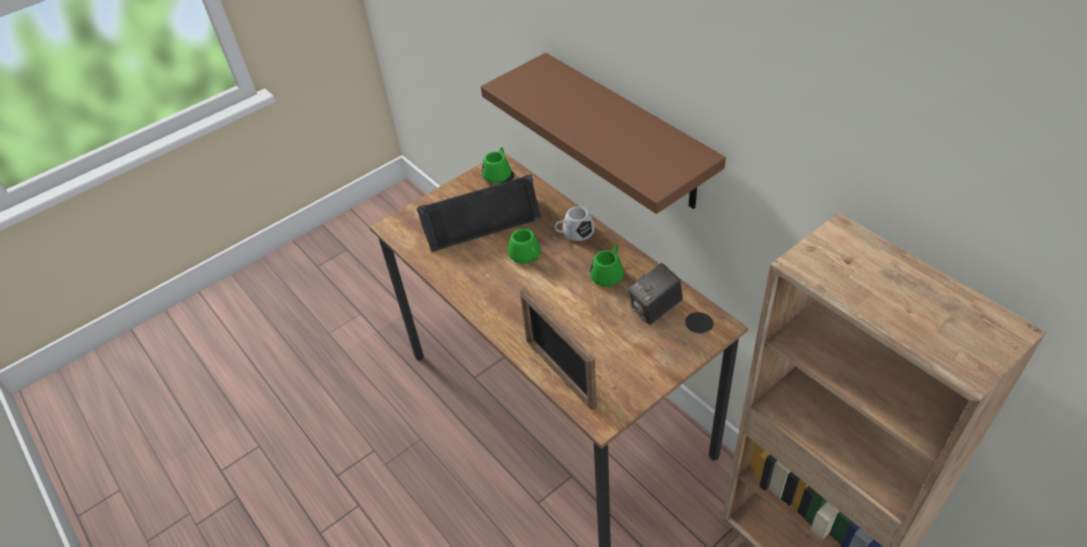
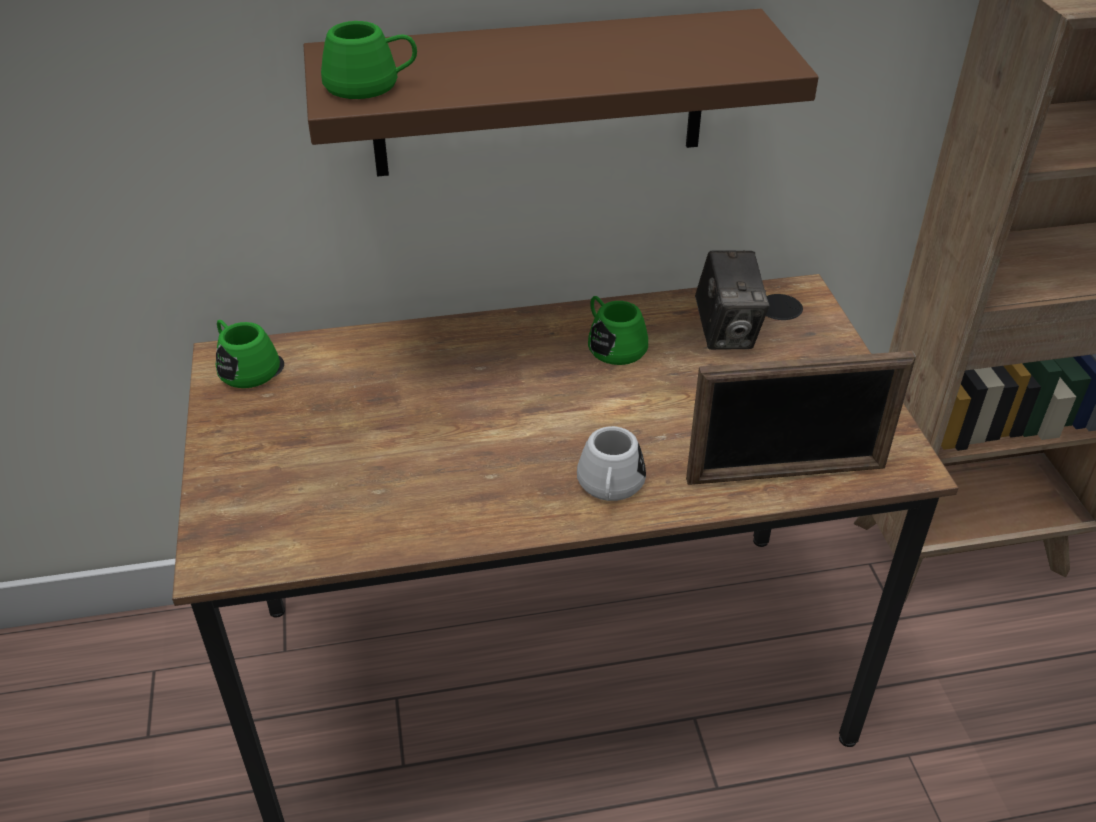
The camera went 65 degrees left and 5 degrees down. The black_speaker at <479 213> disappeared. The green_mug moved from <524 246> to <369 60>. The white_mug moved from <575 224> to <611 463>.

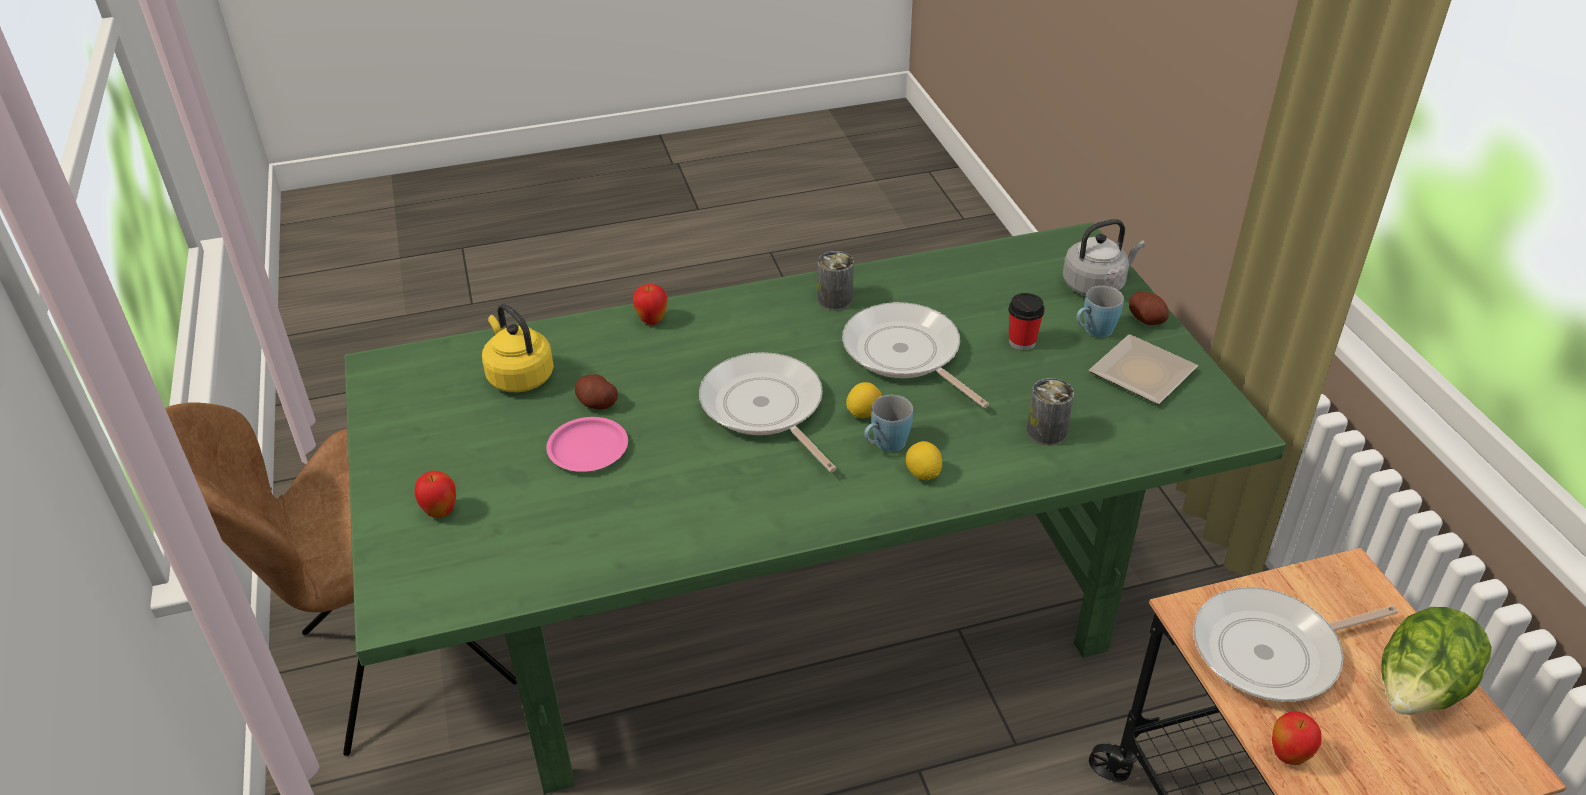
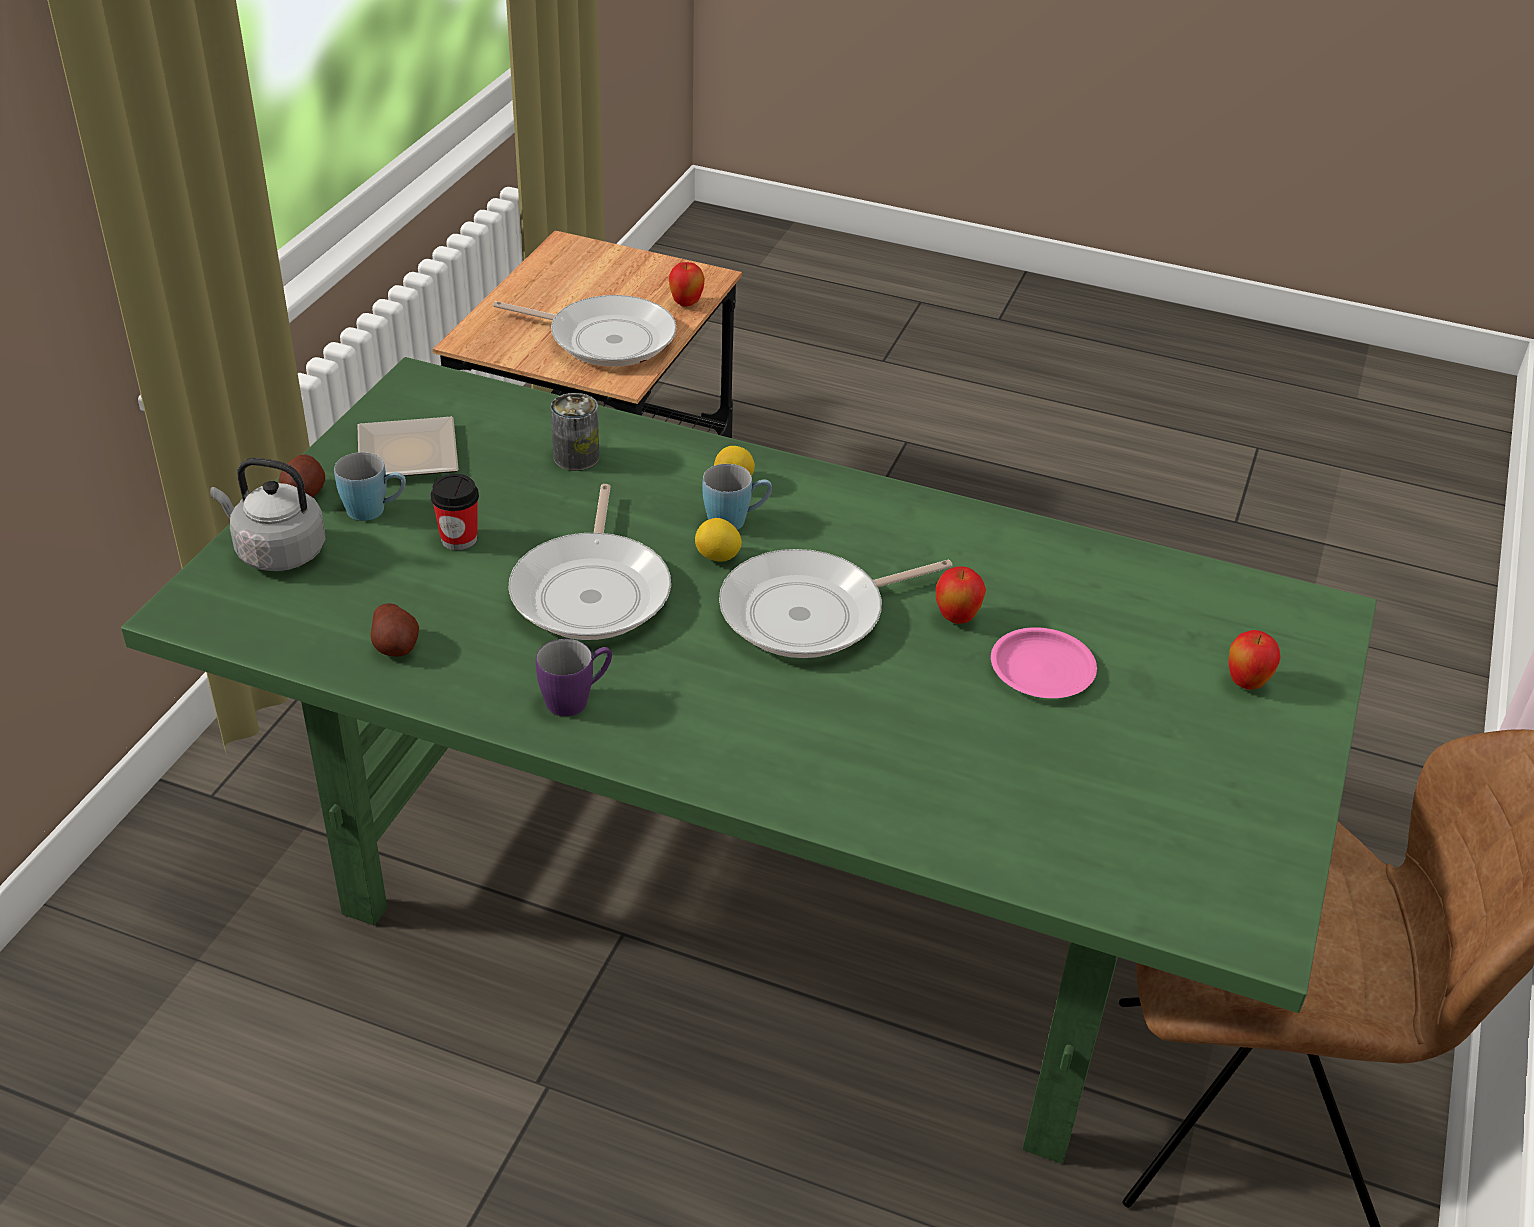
The camera went 145 degrees left and 0 degrees up. The yellow_kettle at <518 348> disappeared. The potato moved from <596 392> to <394 629>. The apple moved from <650 304> to <961 595>. The frying_pan at <768 412> turned 60 degrees clockwise. The can at <836 281> was replaced by the purple_mug at <574 677>. The lettuce at <1436 661> disappeared.

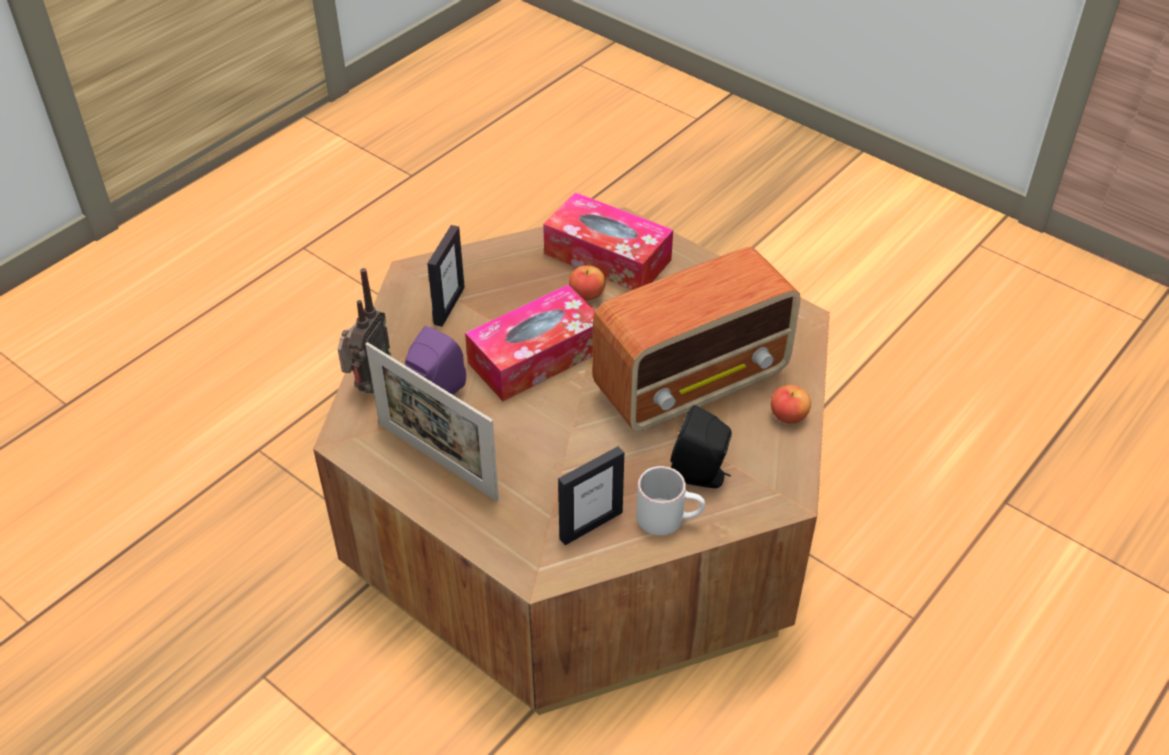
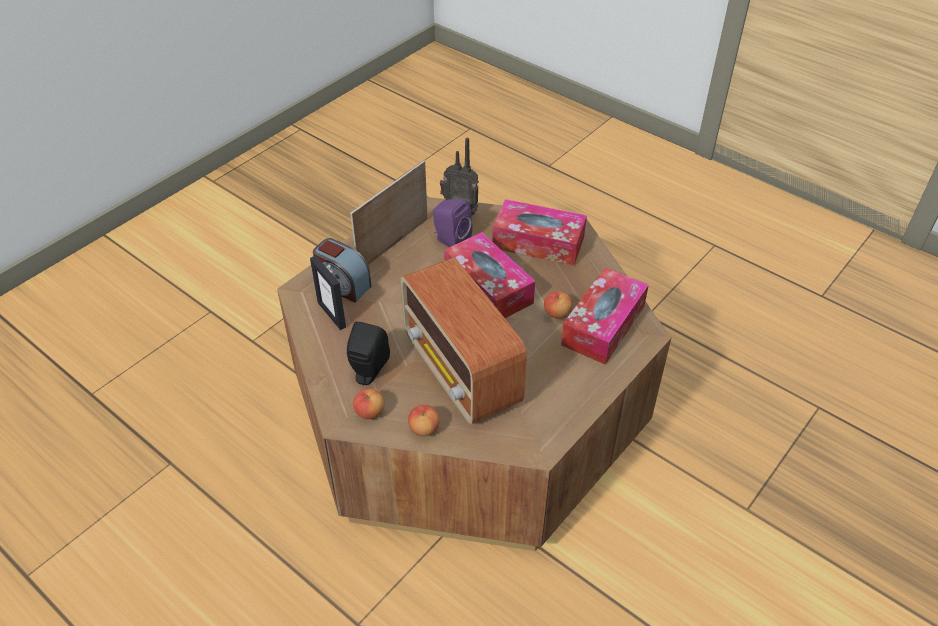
The camera went 90 degrees right and 0 degrees up. The picture_frame at <446 276> was replaced by the tissue_box at <539 232>. The white_mug at <670 501> disappeared. The alarm_clock at <342 270> appeared. The apple at <369 404> appeared.

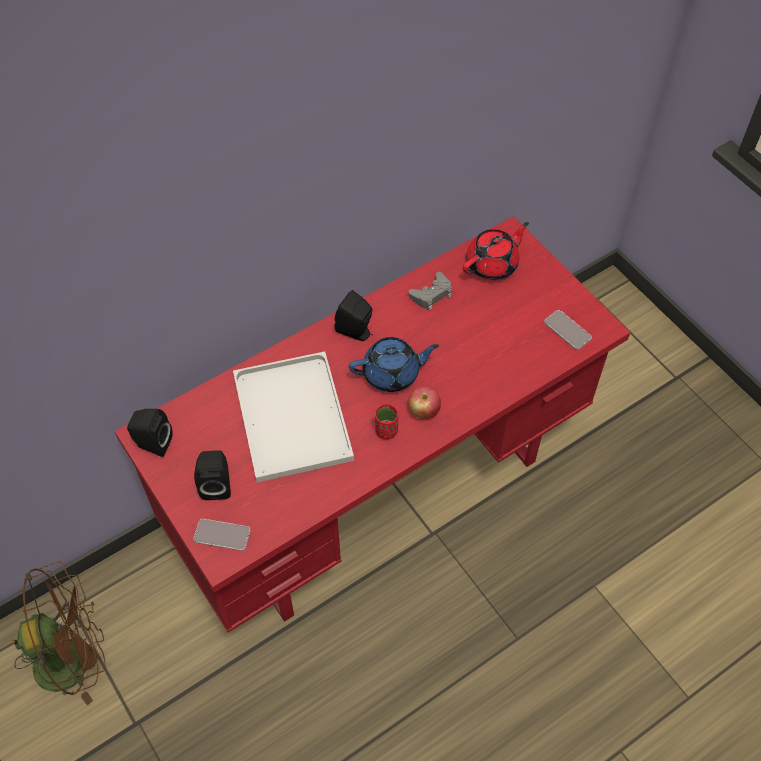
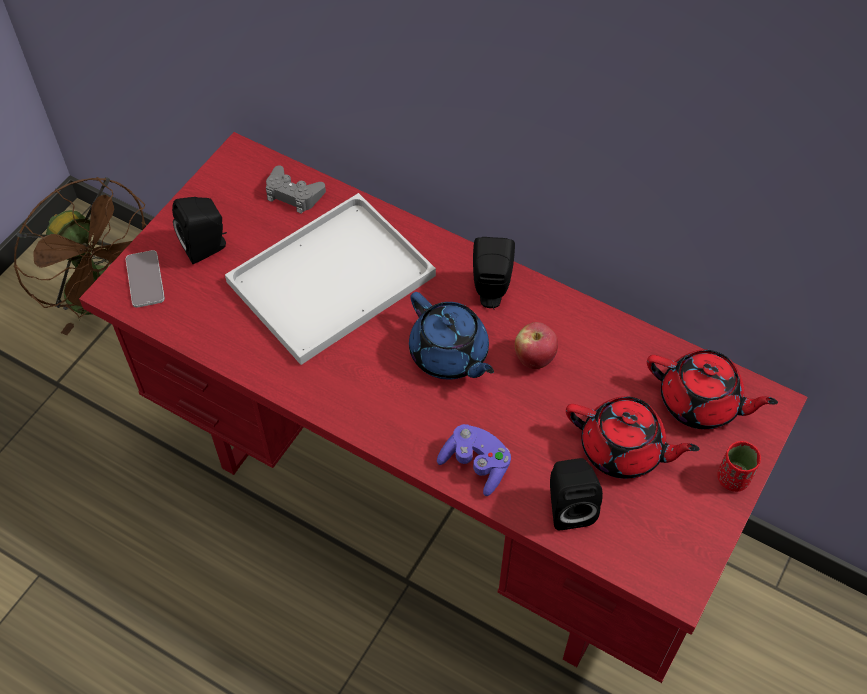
The camera went 65 degrees right and 0 degrees up. The black_speaker moved from <150 433> to <576 494>. The red_cup moved from <387 422> to <739 466>. The grey_game_controller moved from <430 291> to <296 190>. The apple moved from <425 402> to <536 345>. The phone at <568 330> disappeared. The purple_game_controller at <474 460> appeared. The red_teapot at <633 437> appeared.

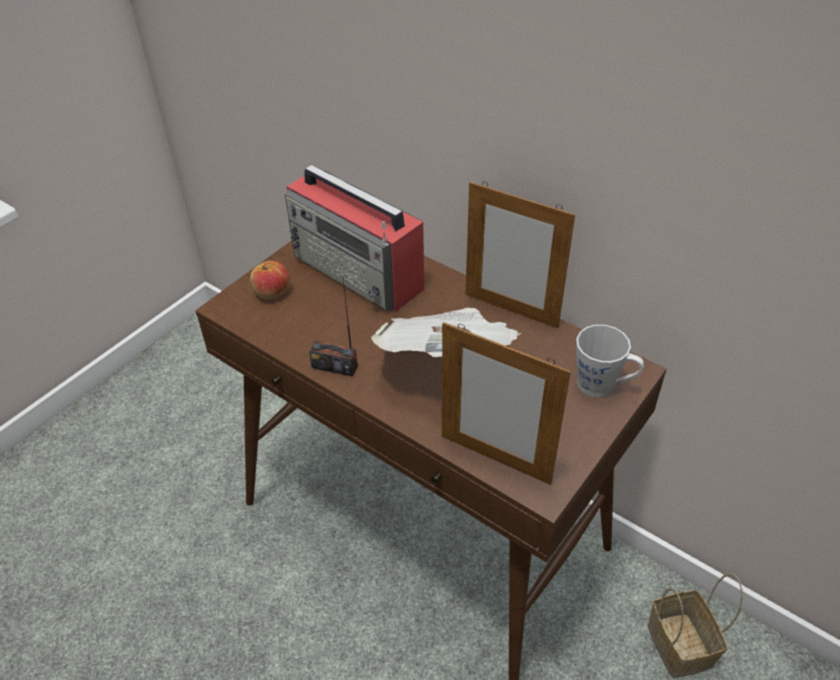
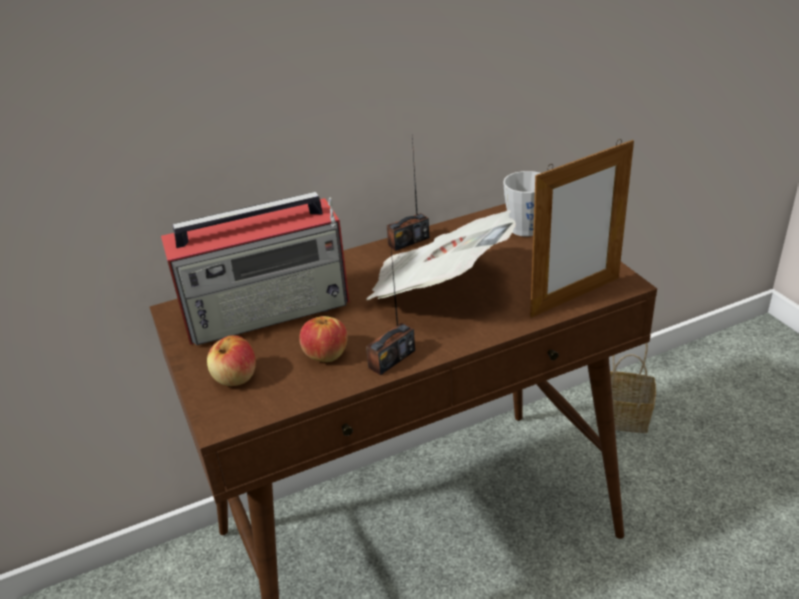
The camera went 60 degrees left and 10 degrees down. The picture_frame at <520 255> was replaced by the radio at <408 193>. The apple at <323 339> appeared.

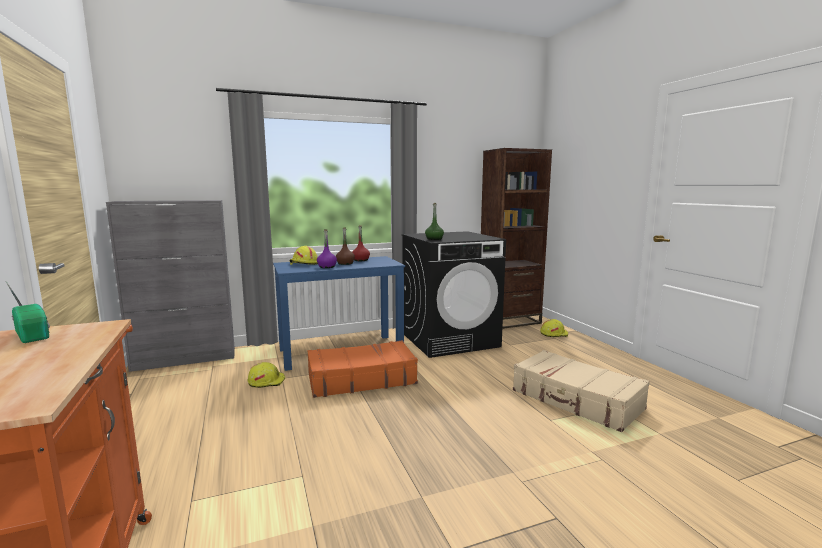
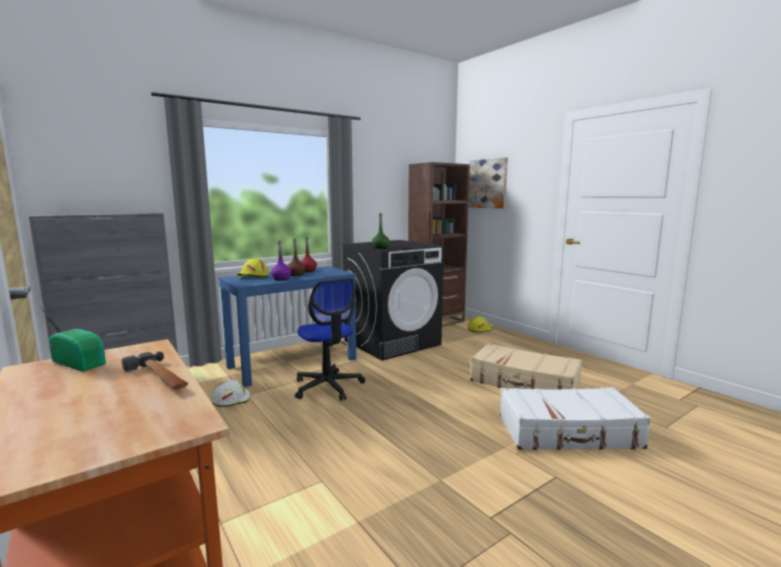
The camera went 15 degrees left and 0 degrees up. The yellow_hard_hat at <266 375> became the white_hard_hat at <231 393>. The orange_suitcase at <363 369> was replaced by the office_chair at <330 339>. The hammer at <155 370> appeared. The picture at <488 182> appeared. The white_suitcase at <575 418> appeared.

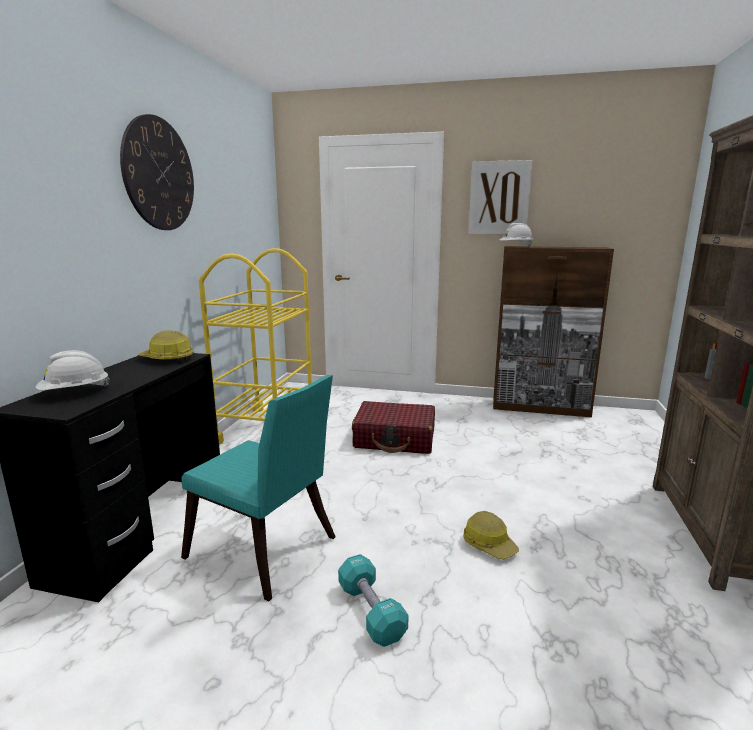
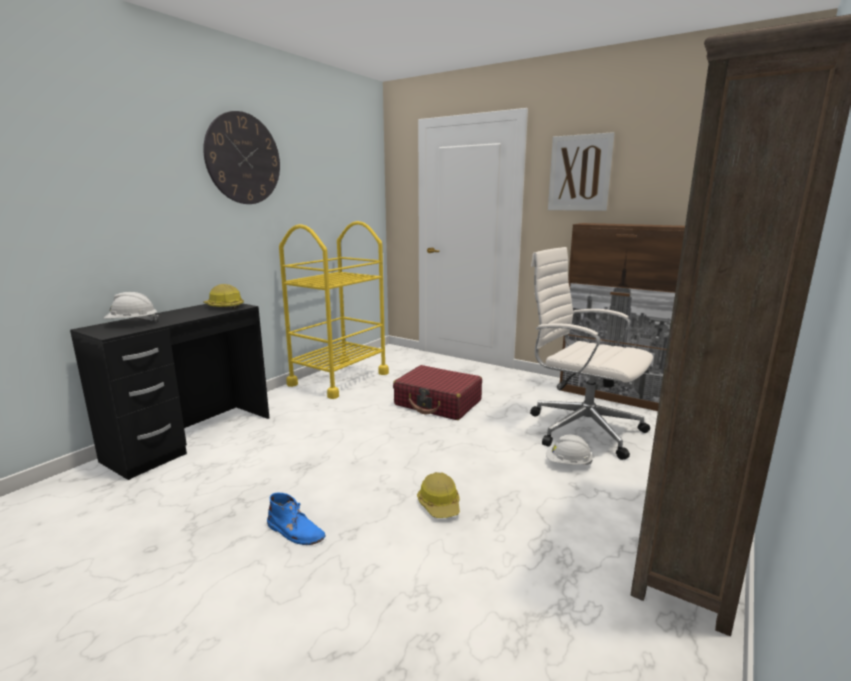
The camera went 20 degrees right and 0 degrees up. The turquoise_chair at <258 488> disappeared. The turquoise_dumbbell at <373 600> was replaced by the blue_boot at <296 518>. The white_hard_hat moved from <516 234> to <569 450>. The white_office_chair at <591 353> appeared.

